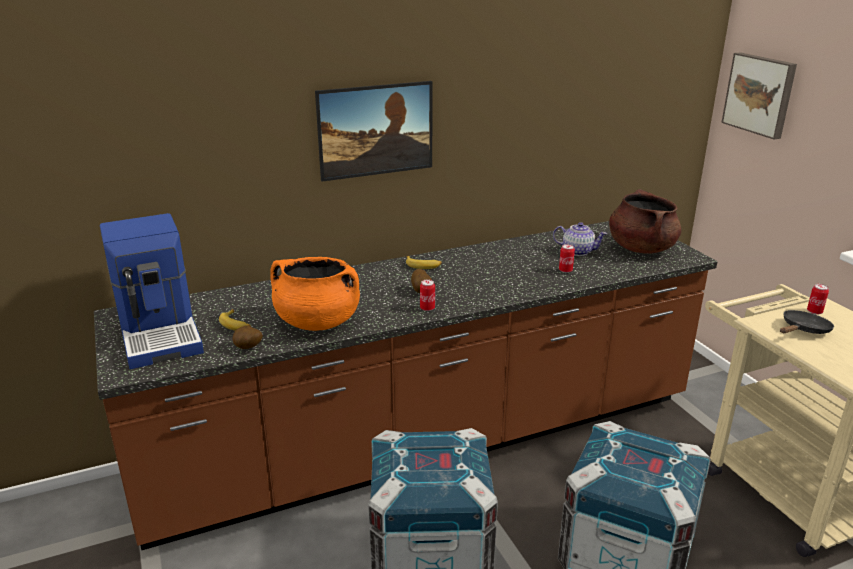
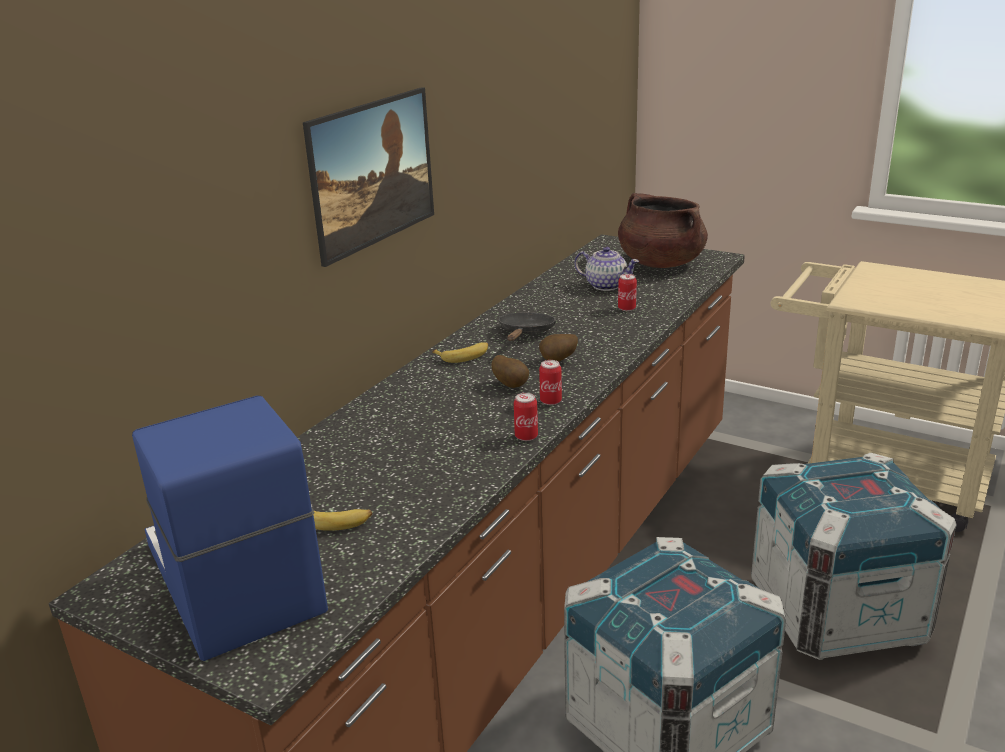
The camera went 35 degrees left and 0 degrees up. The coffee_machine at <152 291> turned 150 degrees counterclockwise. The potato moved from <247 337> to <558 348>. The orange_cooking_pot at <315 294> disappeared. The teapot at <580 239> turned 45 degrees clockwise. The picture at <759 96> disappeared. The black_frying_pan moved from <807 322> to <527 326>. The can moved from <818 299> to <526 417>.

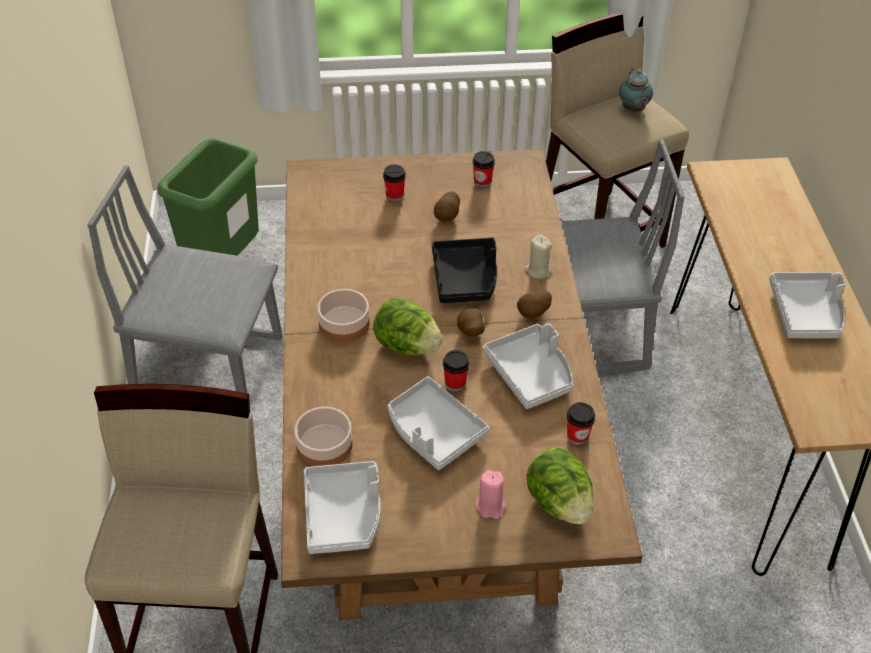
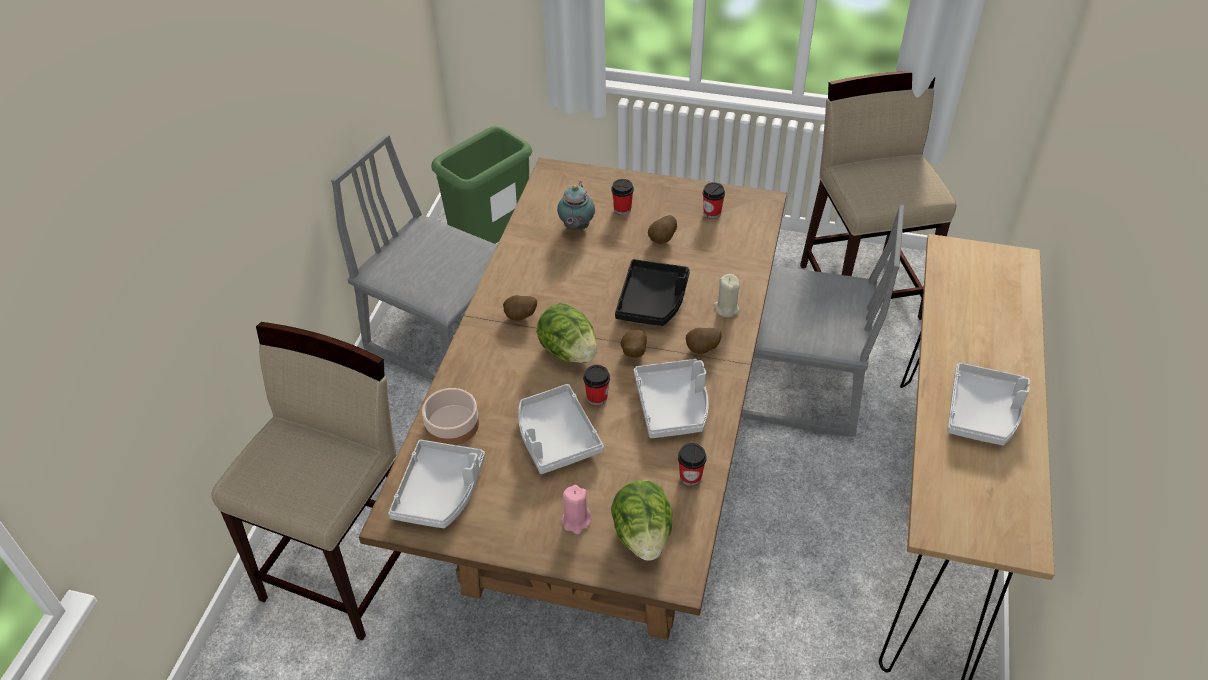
The camera went 20 degrees right and 0 degrees up. The bowl at <343 315> was replaced by the potato at <520 308>. The teapot moved from <636 90> to <576 206>.

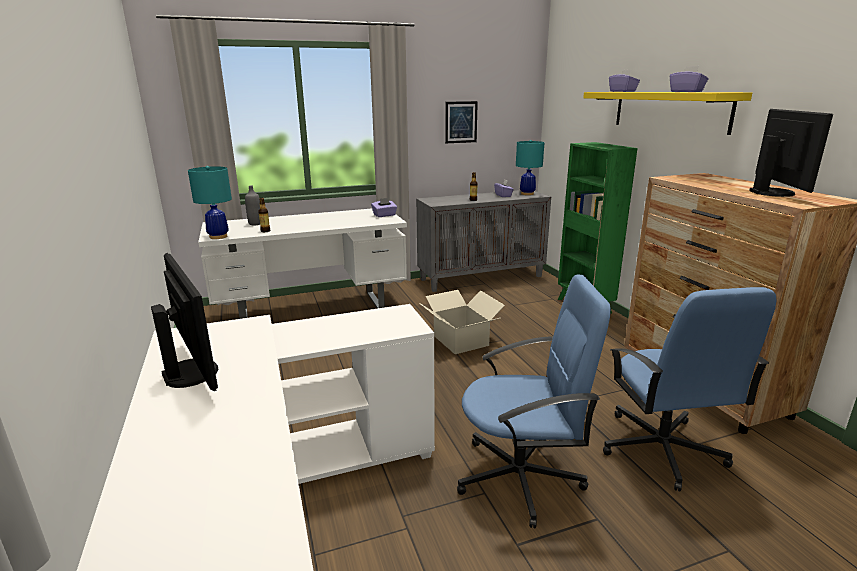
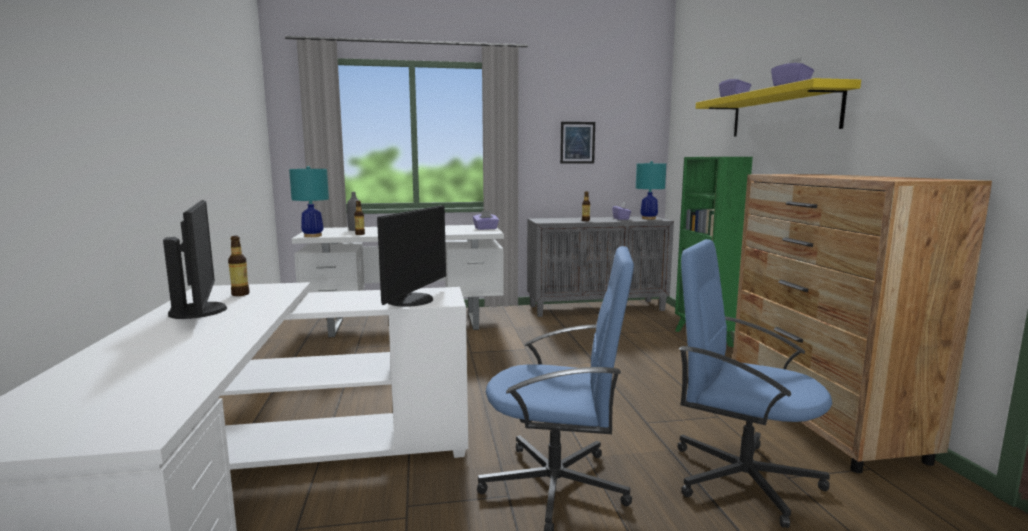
The camera went 10 degrees right and 10 degrees down. The cardboard_box at <462 322> disappeared. The blue_office_chair at <690 389> turned 120 degrees clockwise. The monitor moved from <791 153> to <411 256>. The bottle at <239 266> appeared.

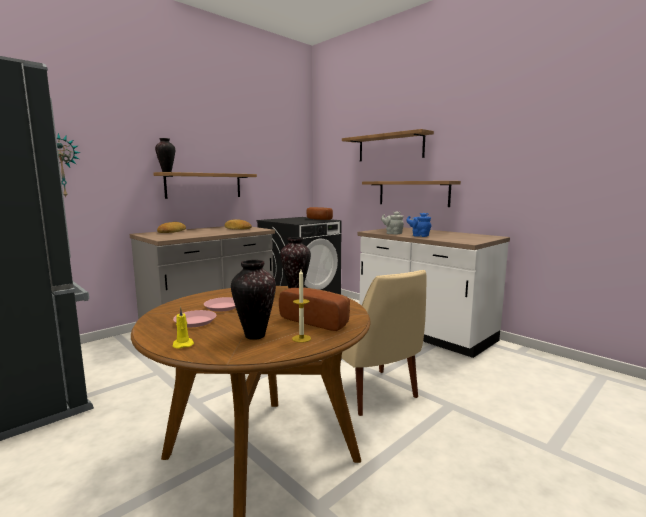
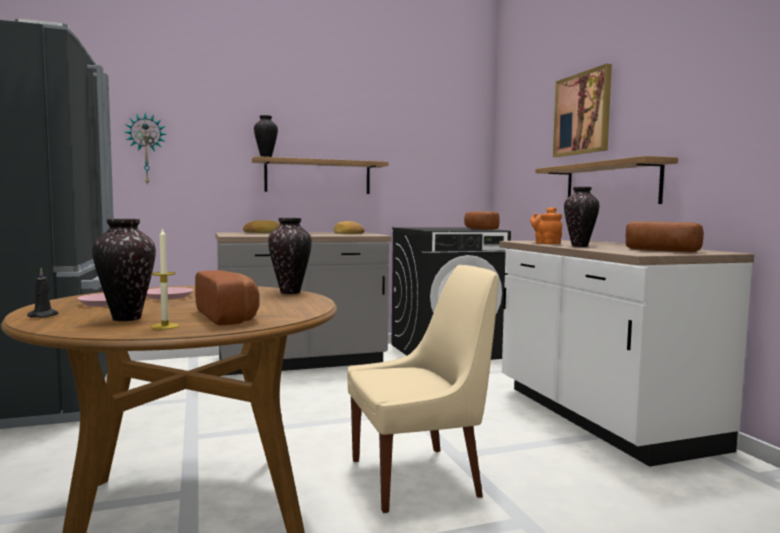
The camera went 25 degrees right and 5 degrees down. The yellow_candle at <183 328> became the black_candle at <42 293>. The beige_chair at <383 343> turned 105 degrees counterclockwise. The shelf at <388 145> was replaced by the picture at <582 110>. The grey_teapot at <392 223> became the orange_teapot at <546 225>. The blue_teapot at <418 225> was replaced by the vase at <582 217>. The bread at <664 236> appeared.

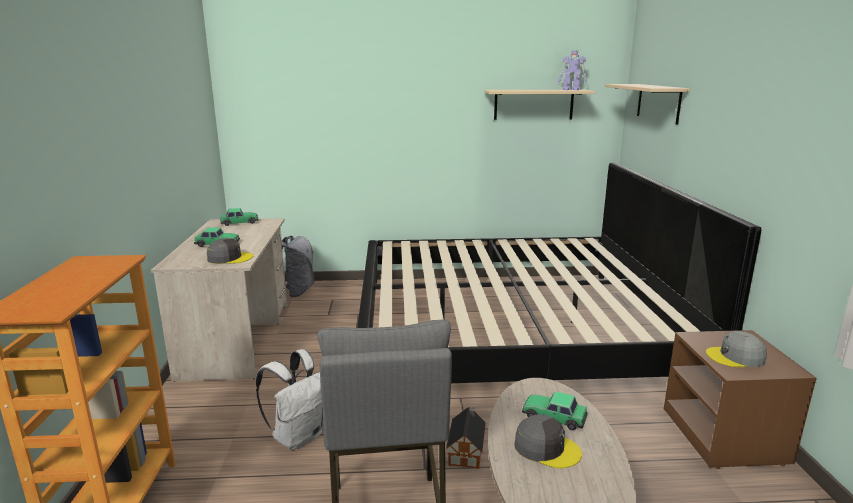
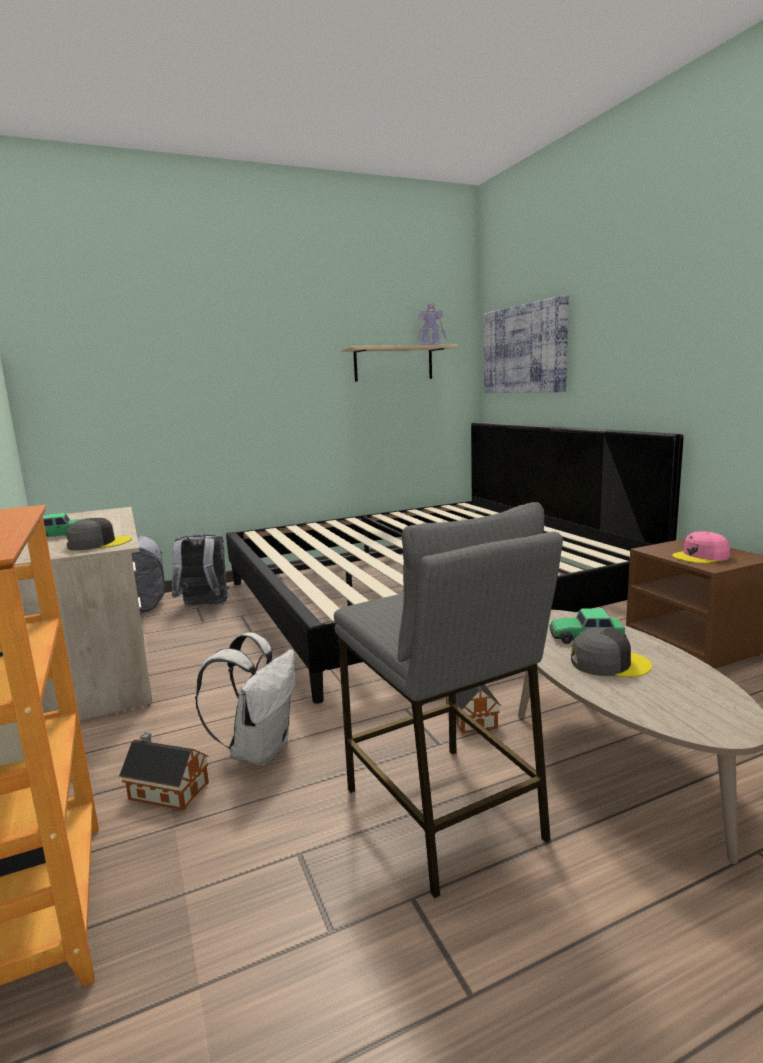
The camera went 20 degrees left and 5 degrees down. The toy_car at <239 217> disappeared. The beige_shelf at <647 104> was replaced by the picture at <526 344>. The grey_cap at <736 349> became the pink_cap at <701 547>. The toy_house at <164 771> appeared. The grey_backpack at <200 569> appeared.

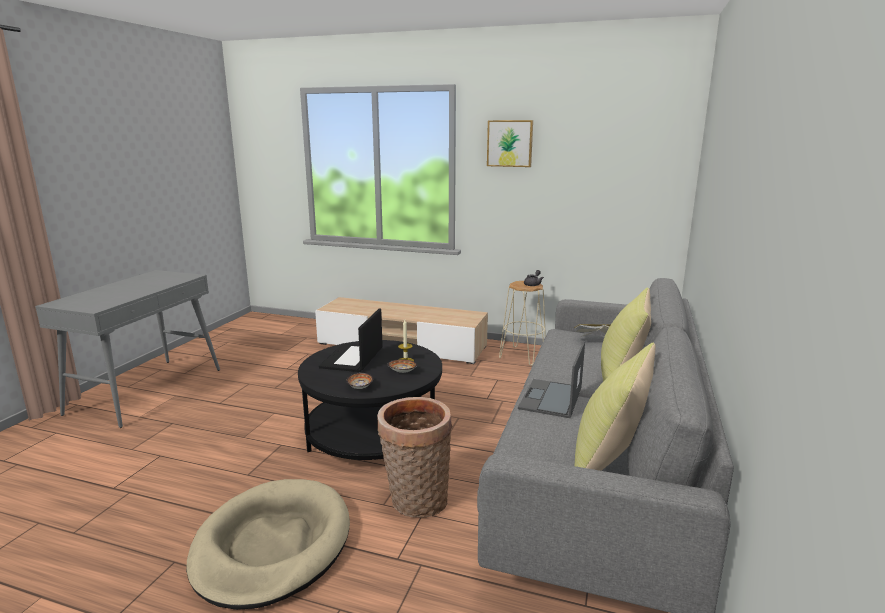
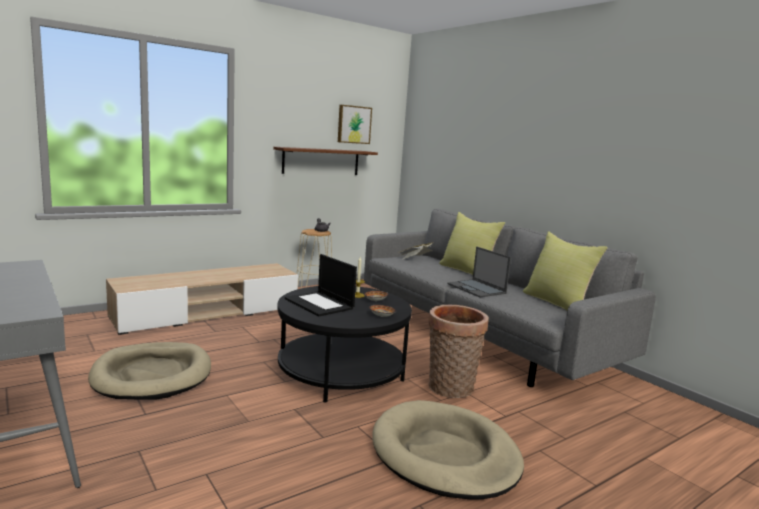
The camera went 55 degrees left and 5 degrees down. The picture moved from <510 143> to <355 124>. The beige_dog_bed at <149 370> appeared. The brown_shelf at <325 161> appeared.

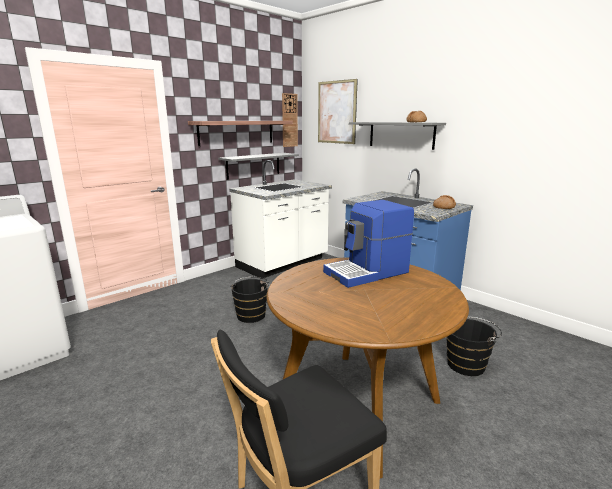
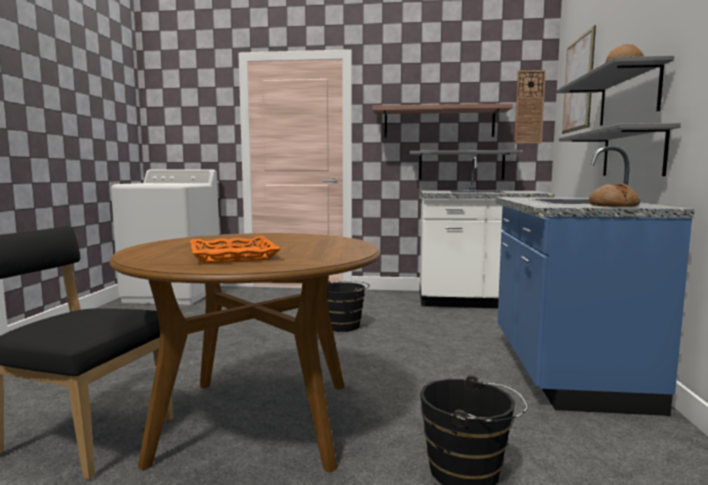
The camera went 50 degrees right and 10 degrees down. The coffee_machine at <368 244> disappeared. The orange_tray at <235 249> appeared. The grey_shelf at <620 149> appeared.

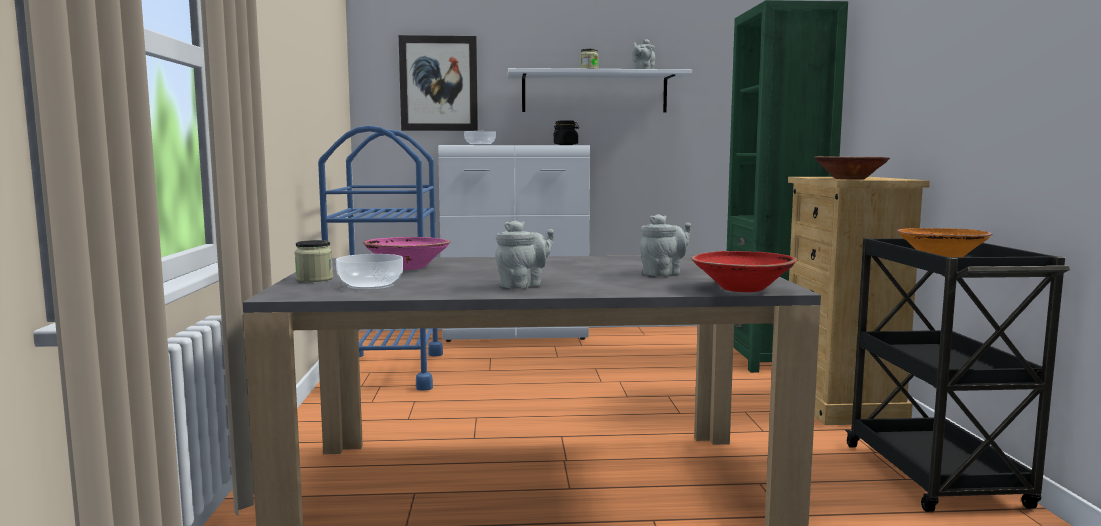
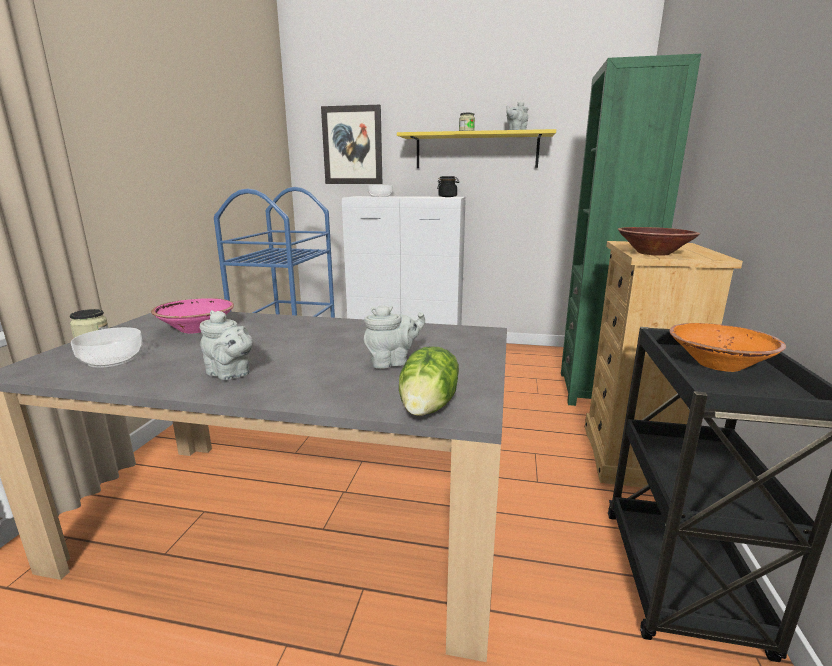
The camera went 15 degrees right and 10 degrees up. The grey_teapot at <524 254> turned 60 degrees clockwise. The white_shelf at <600 90> became the yellow_shelf at <476 148>. The red_bowl at <744 271> was replaced by the lettuce at <429 381>.

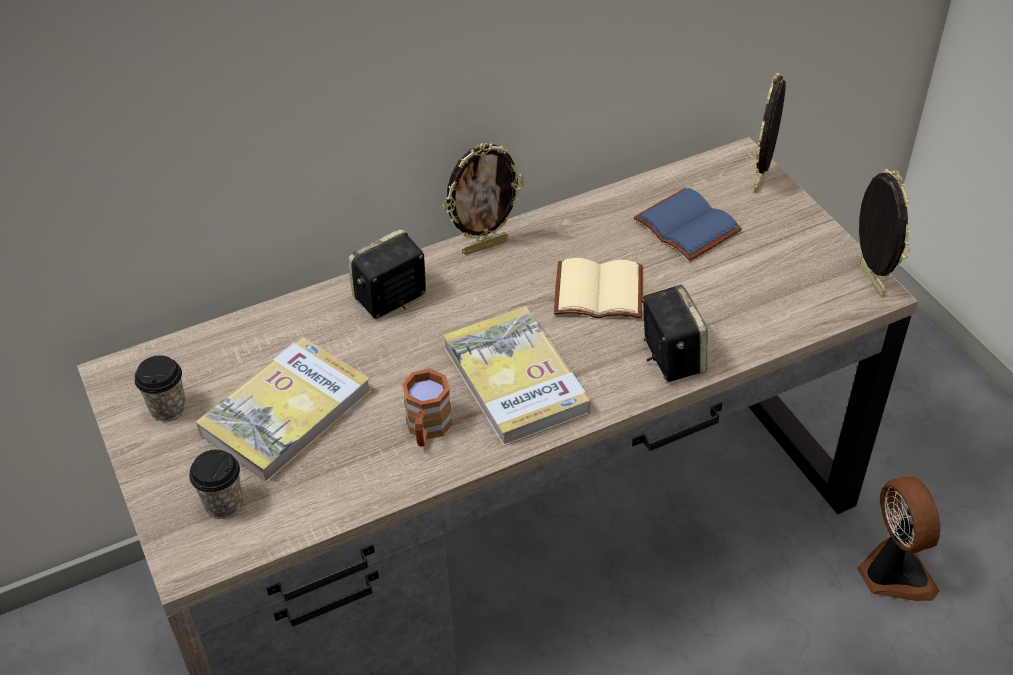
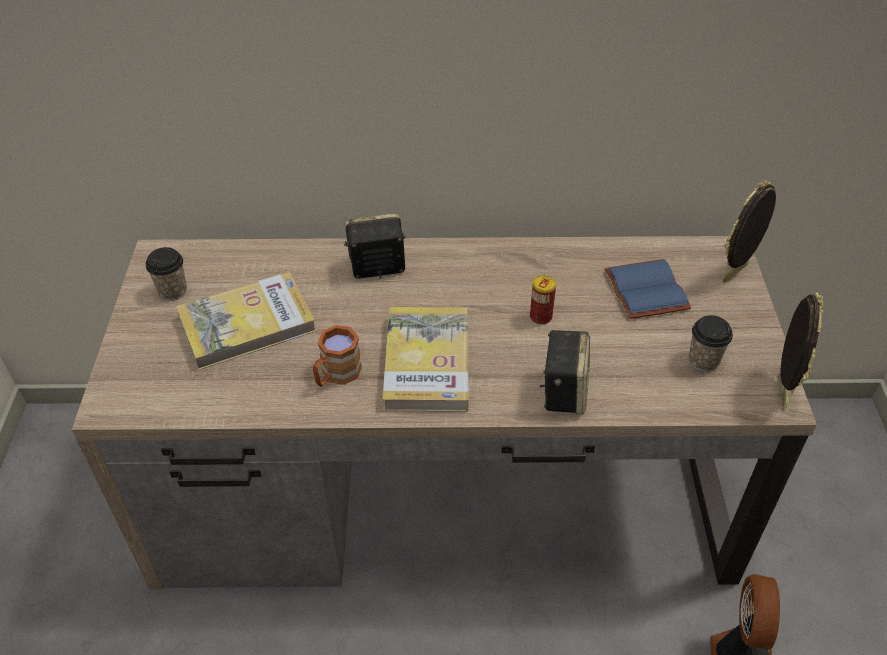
The camera went 25 degrees right and 0 degrees up. The cup moved from <216 484> to <711 343>. The picture_frame at <483 199> disappeared. The beige_book at <598 288> was replaced by the can at <543 299>.

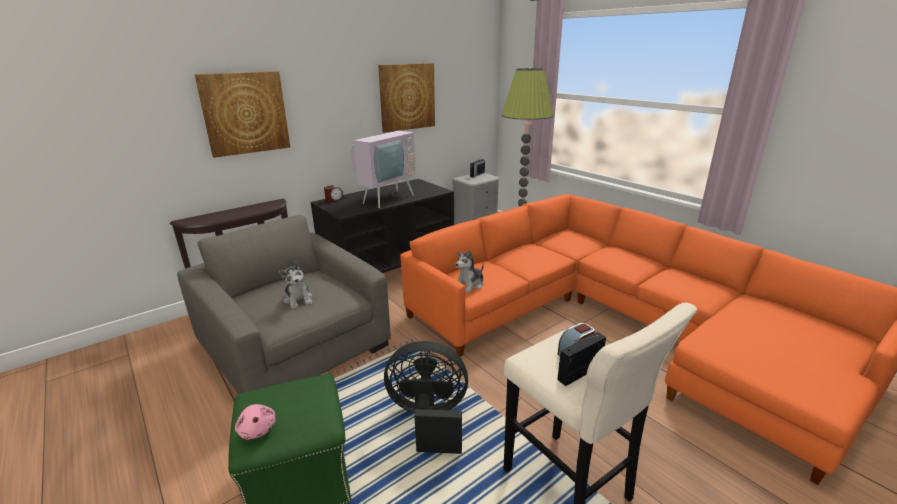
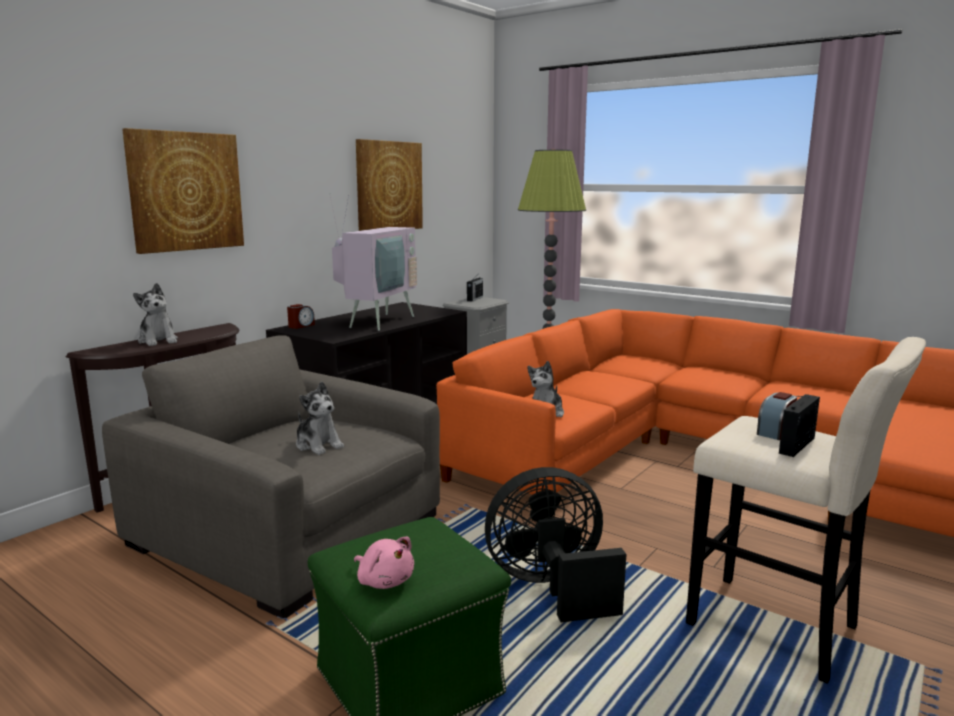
The camera went 15 degrees left and 10 degrees down. The plush_toy at <155 314> appeared.

